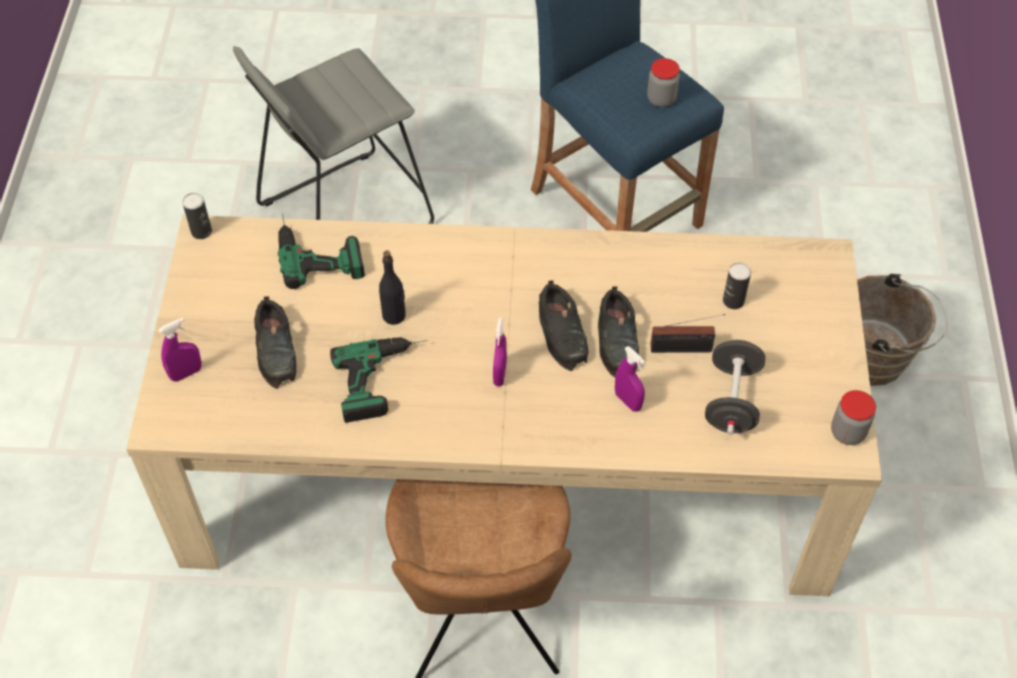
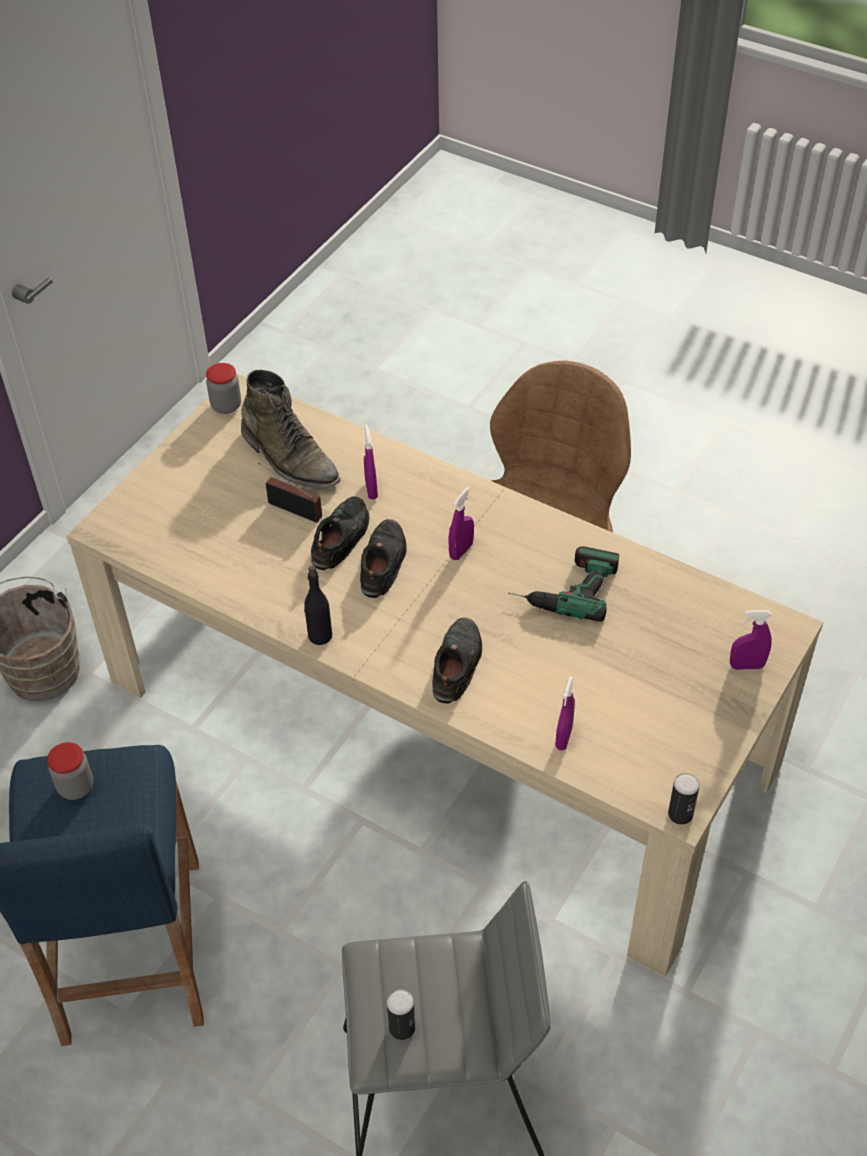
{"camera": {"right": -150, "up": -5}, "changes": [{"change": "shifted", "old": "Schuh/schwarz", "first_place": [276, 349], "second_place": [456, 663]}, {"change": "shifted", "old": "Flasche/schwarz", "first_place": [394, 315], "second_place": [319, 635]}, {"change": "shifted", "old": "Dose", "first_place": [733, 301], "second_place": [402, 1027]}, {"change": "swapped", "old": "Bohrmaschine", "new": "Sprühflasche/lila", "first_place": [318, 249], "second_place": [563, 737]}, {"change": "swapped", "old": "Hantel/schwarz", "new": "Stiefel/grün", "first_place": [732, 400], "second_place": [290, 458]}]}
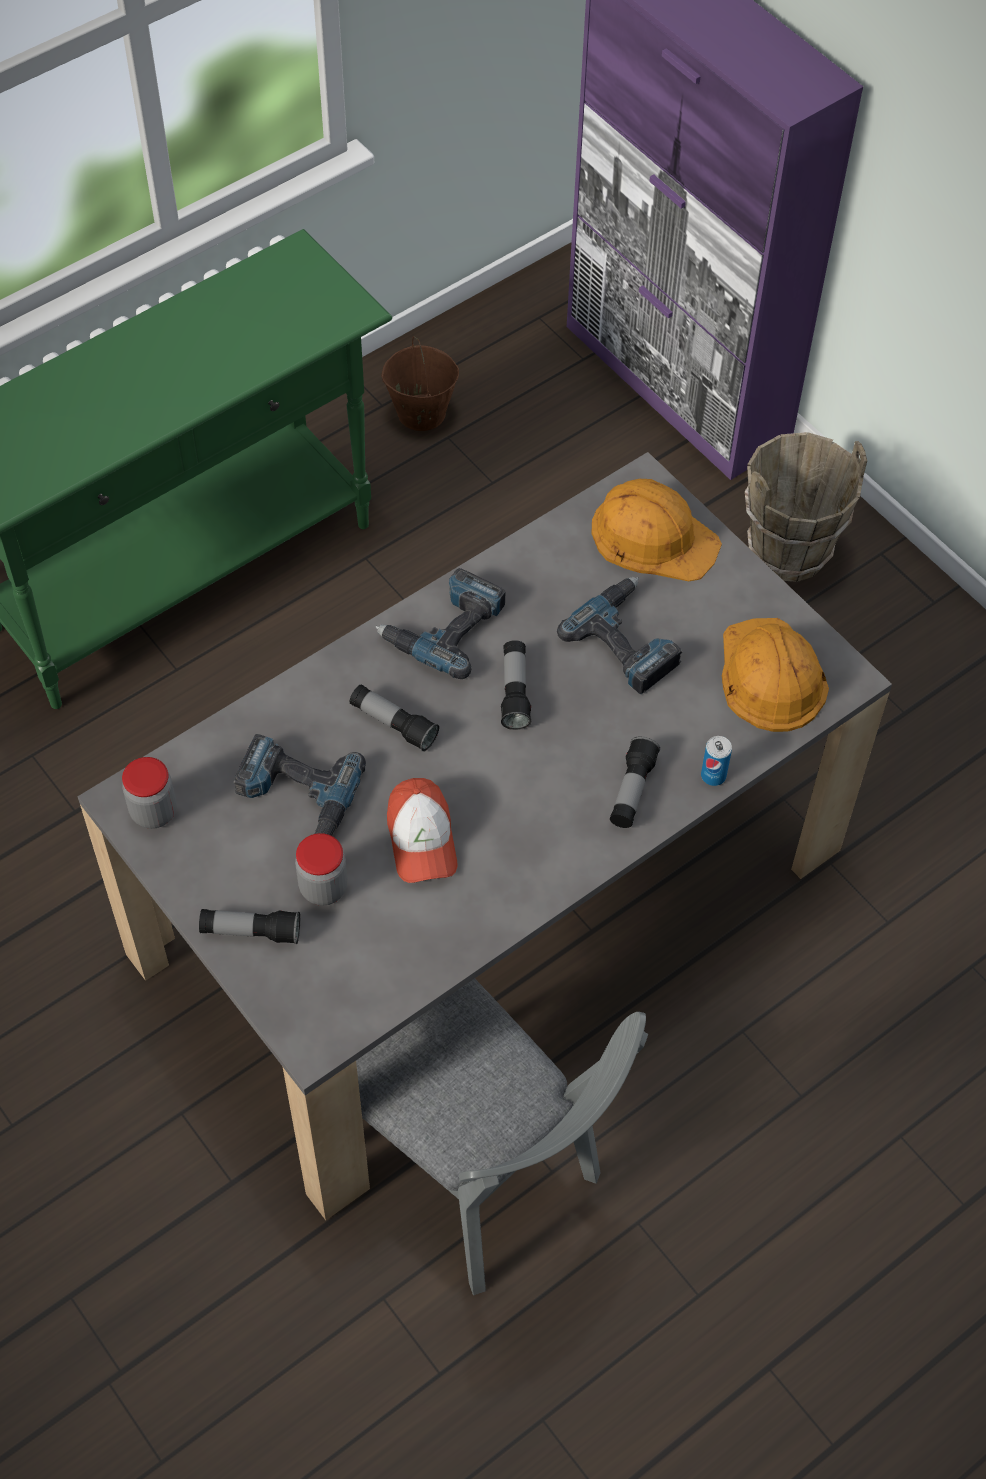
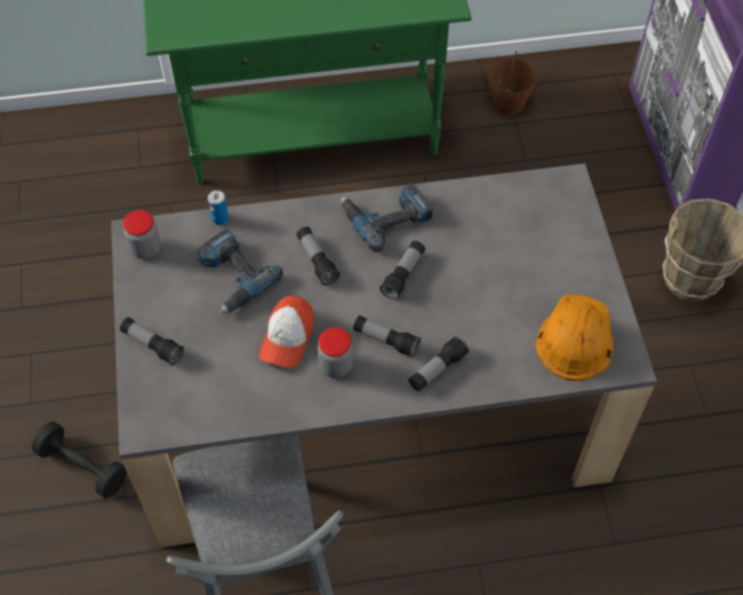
{"camera": {"right": 30, "up": 0}, "changes": [{"change": "gone", "old": "Bohrmaschine", "first_place": [628, 641]}, {"change": "gone", "old": "Schutzhelm/orange", "first_place": [653, 536]}, {"change": "new", "new": "Hantel/schwarz", "second_place": [83, 467]}, {"change": "new", "new": "Taschenlampe", "second_place": [386, 340]}, {"change": "shifted", "old": "Vorratsglas", "first_place": [323, 888], "second_place": [336, 366]}, {"change": "shifted", "old": "Dose", "first_place": [713, 775], "second_place": [220, 219]}]}
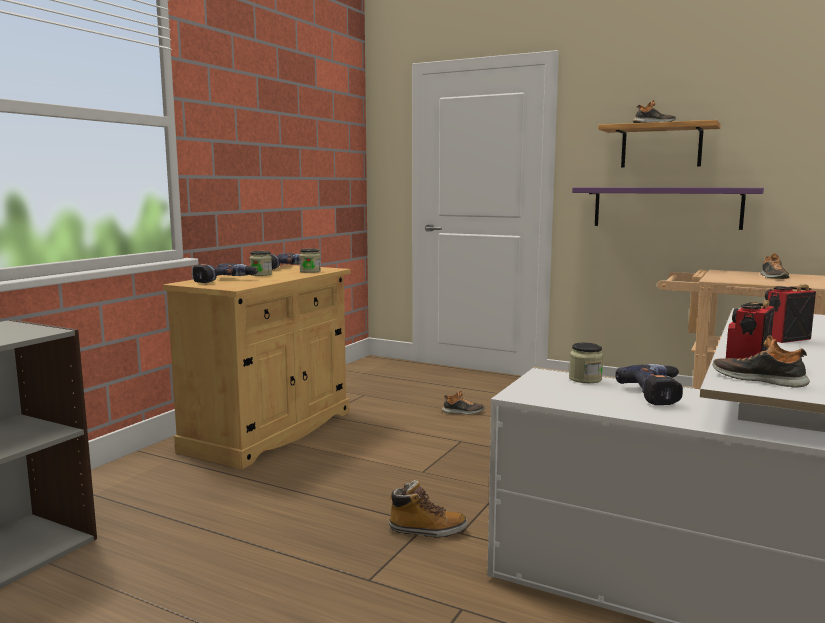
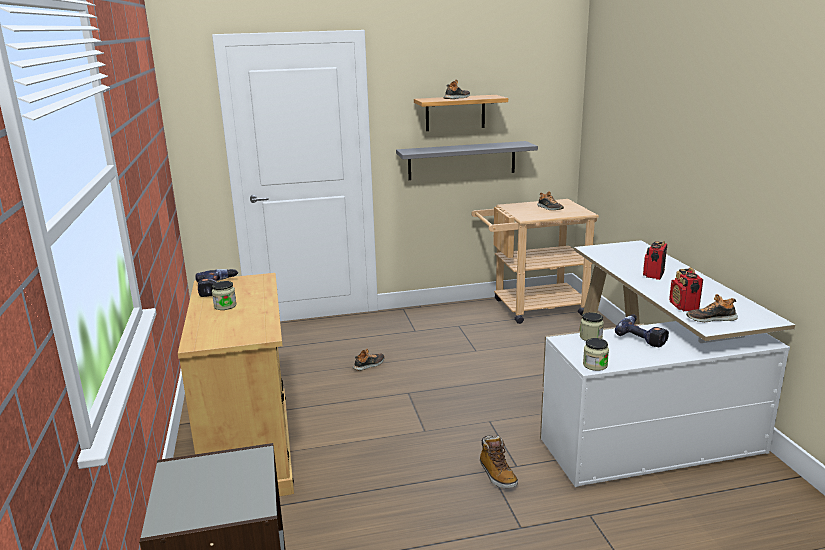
{"camera": {"right": -40, "up": 10}, "changes": [{"change": "gone", "old": "Bohrmaschine", "first_place": [224, 281]}, {"change": "shifted", "old": "Vorratsglas", "first_place": [310, 271], "second_place": [595, 365]}, {"change": "repainted", "old": "Wandregal/lila", "new": "Wandregal/grau", "first_place": [666, 207], "second_place": [462, 160]}, {"change": "rotated", "old": "Stiefel", "first_place": [427, 530], "second_place": [497, 475], "degrees": 105}]}
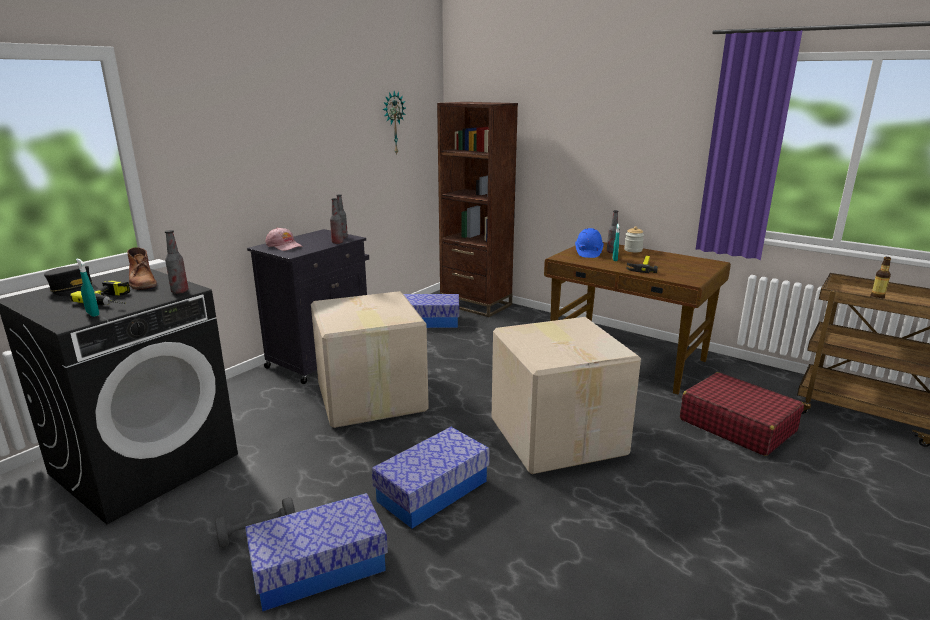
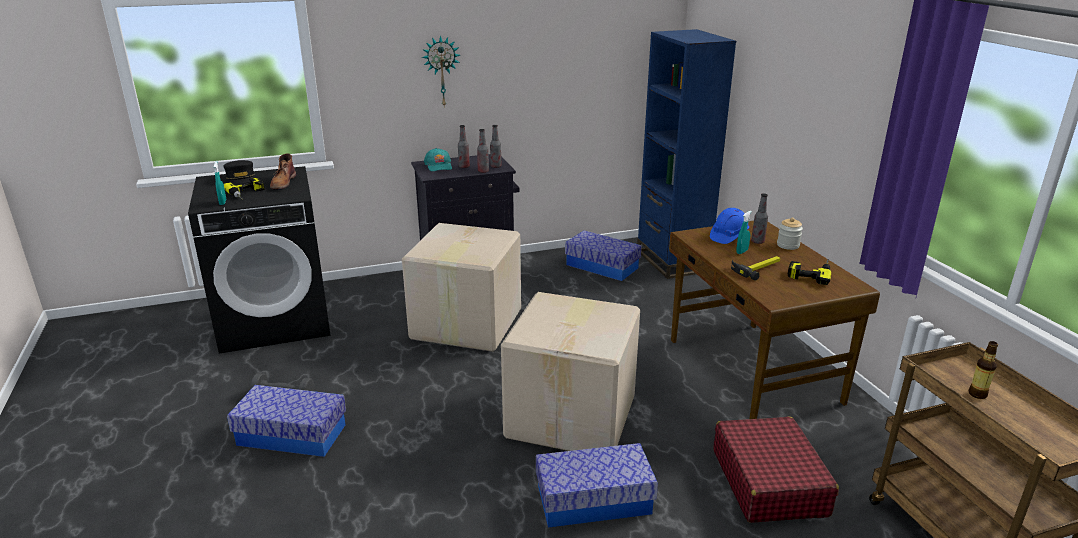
{"camera": {"right": 35, "up": 5}, "changes": [{"change": "new", "new": "Bohrmaschine", "second_place": [810, 272]}, {"change": "shifted", "old": "Flasche", "first_place": [180, 291], "second_place": [464, 167]}, {"change": "shifted", "old": "Aufbewahrungsbox", "first_place": [432, 491], "second_place": [594, 500]}, {"change": "shifted", "old": "Wanduhr", "first_place": [393, 123], "second_place": [441, 71]}, {"change": "repainted", "old": "Kappe/rosa", "new": "Kappe/türkis", "first_place": [284, 246], "second_place": [439, 166]}, {"change": "repainted", "old": "Bücherregal/braun", "new": "Bücherregal/blau", "first_place": [475, 304], "second_place": [672, 261]}]}
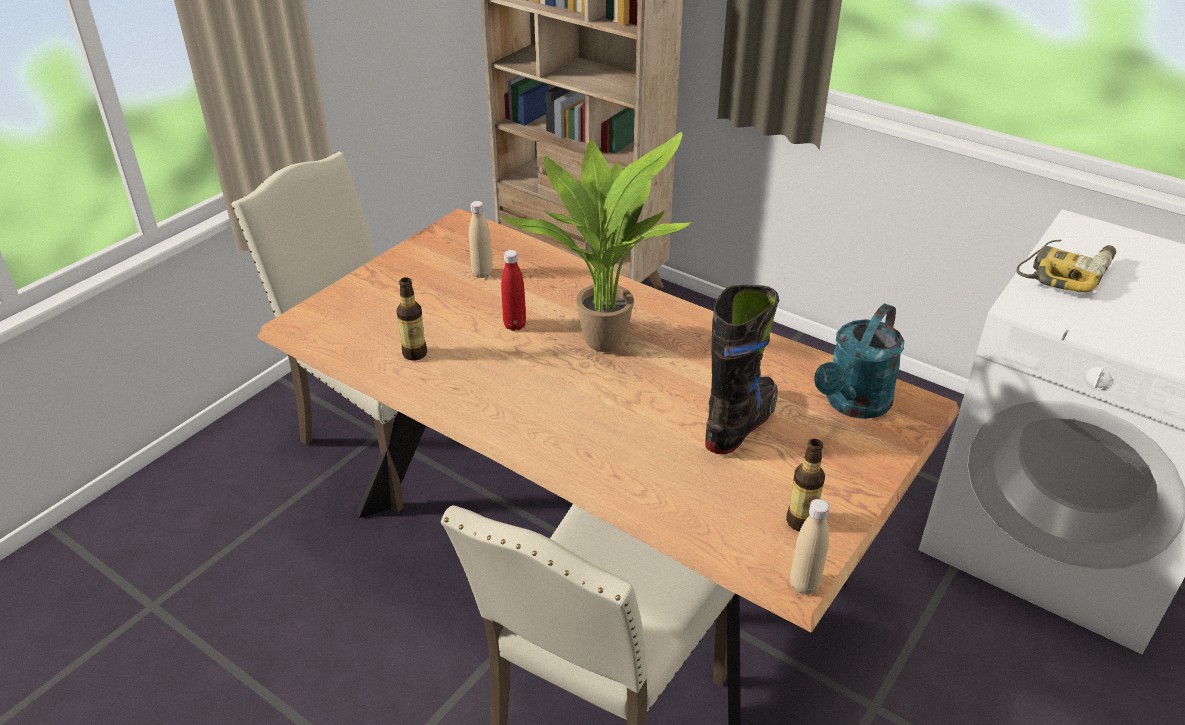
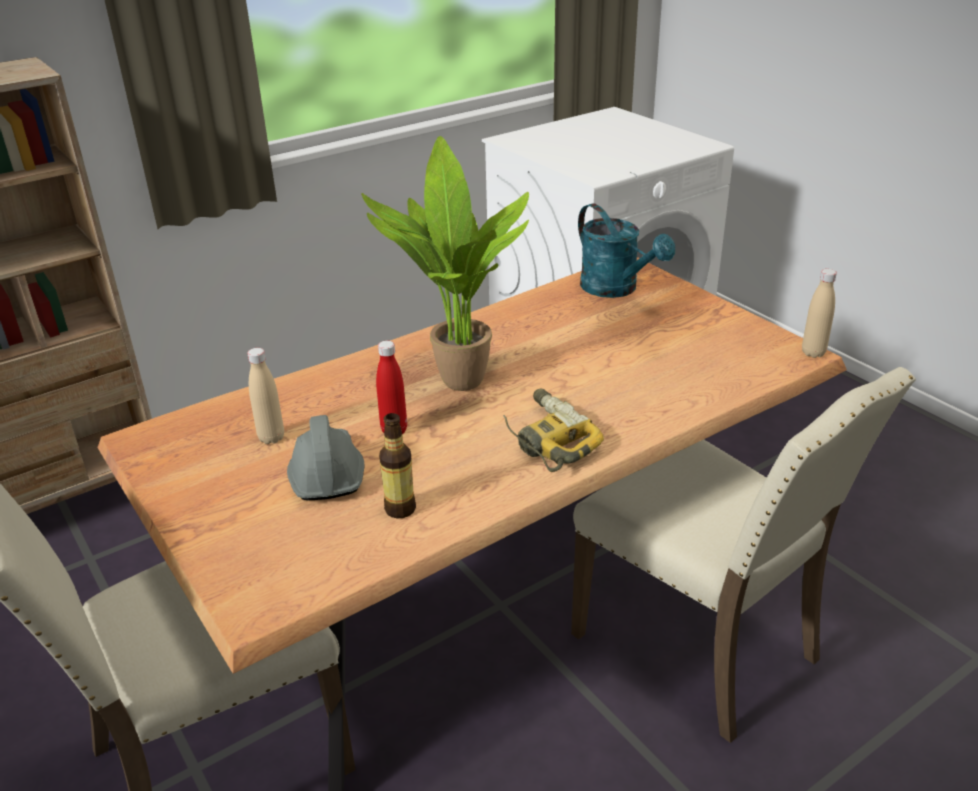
{"camera": {"right": -70, "up": -5}, "changes": [{"change": "gone", "old": "Stiefel/schwarz", "first_place": [740, 424]}, {"change": "gone", "old": "Flasche", "first_place": [801, 521]}, {"change": "new", "new": "Schutzhelm/grau", "second_place": [326, 472]}, {"change": "shifted", "old": "Bohrmaschine", "first_place": [1065, 272], "second_place": [546, 440]}]}
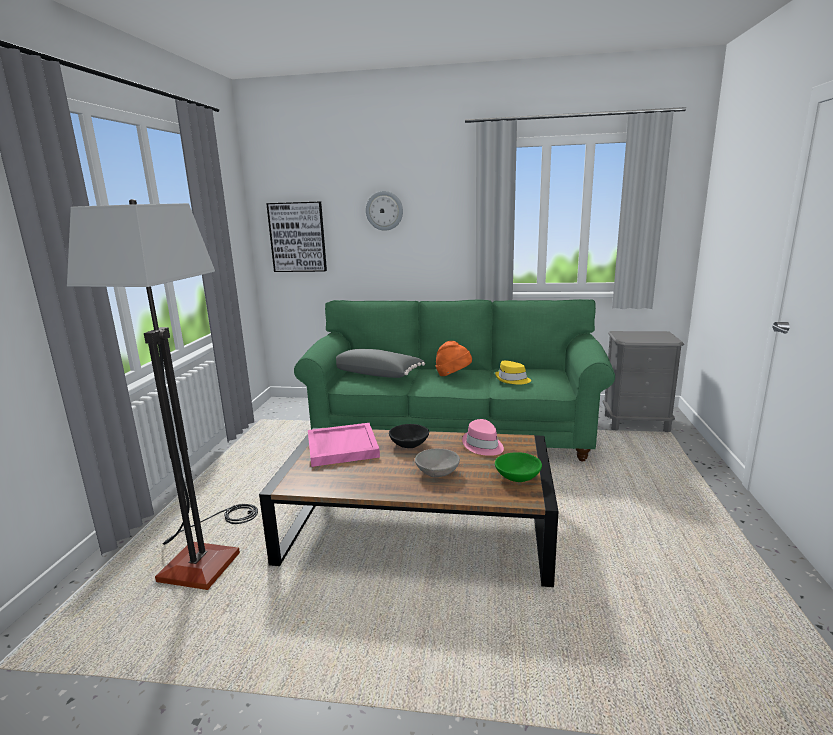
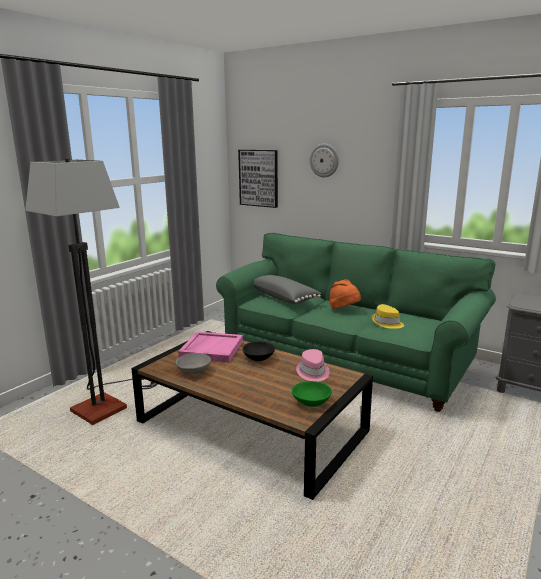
{"camera": {"right": 25, "up": 0}, "changes": [{"change": "shifted", "old": "Schüssel/grau", "first_place": [437, 473], "second_place": [193, 371]}]}
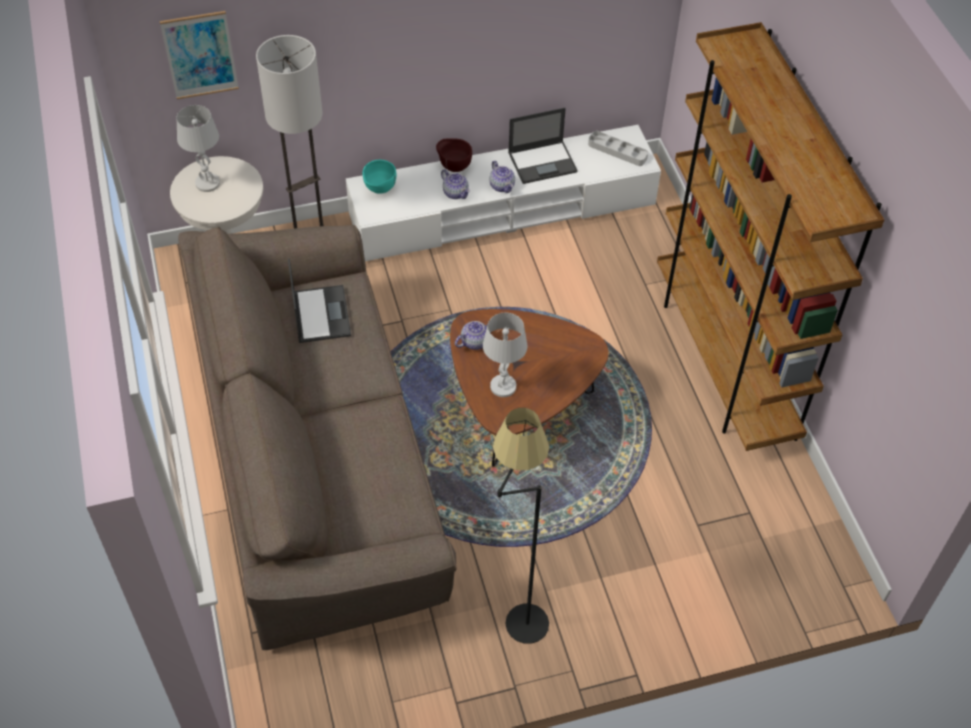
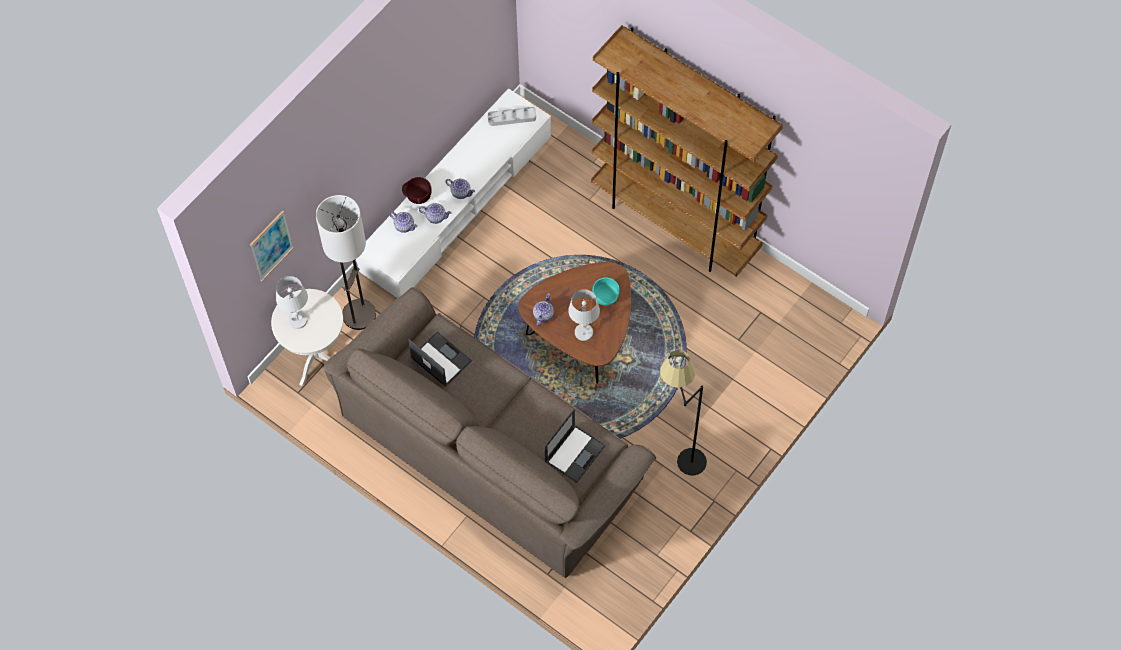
{"camera": {"right": -35, "up": 10}, "changes": [{"change": "new", "new": "Teekanne", "second_place": [404, 226]}, {"change": "shifted", "old": "Schüssel/türkis", "first_place": [379, 190], "second_place": [606, 300]}, {"change": "shifted", "old": "Laptop", "first_place": [543, 162], "second_place": [575, 453]}]}
